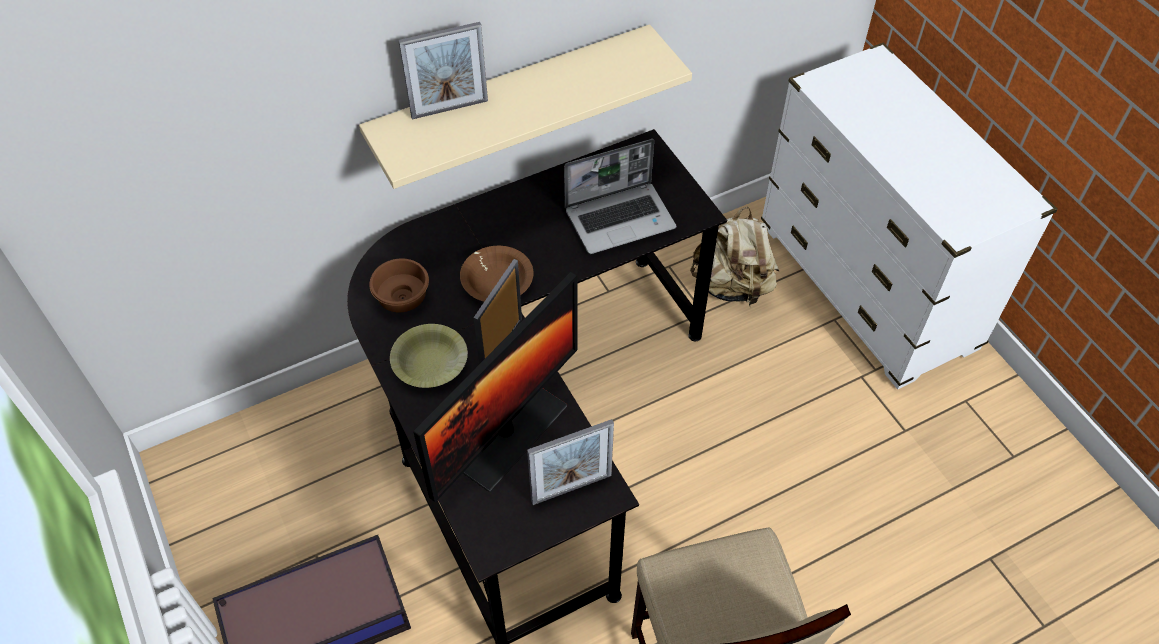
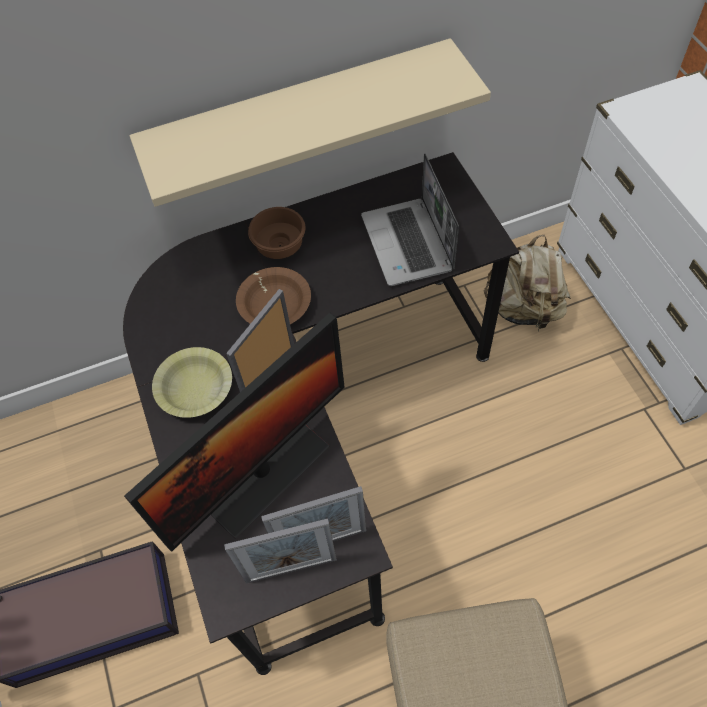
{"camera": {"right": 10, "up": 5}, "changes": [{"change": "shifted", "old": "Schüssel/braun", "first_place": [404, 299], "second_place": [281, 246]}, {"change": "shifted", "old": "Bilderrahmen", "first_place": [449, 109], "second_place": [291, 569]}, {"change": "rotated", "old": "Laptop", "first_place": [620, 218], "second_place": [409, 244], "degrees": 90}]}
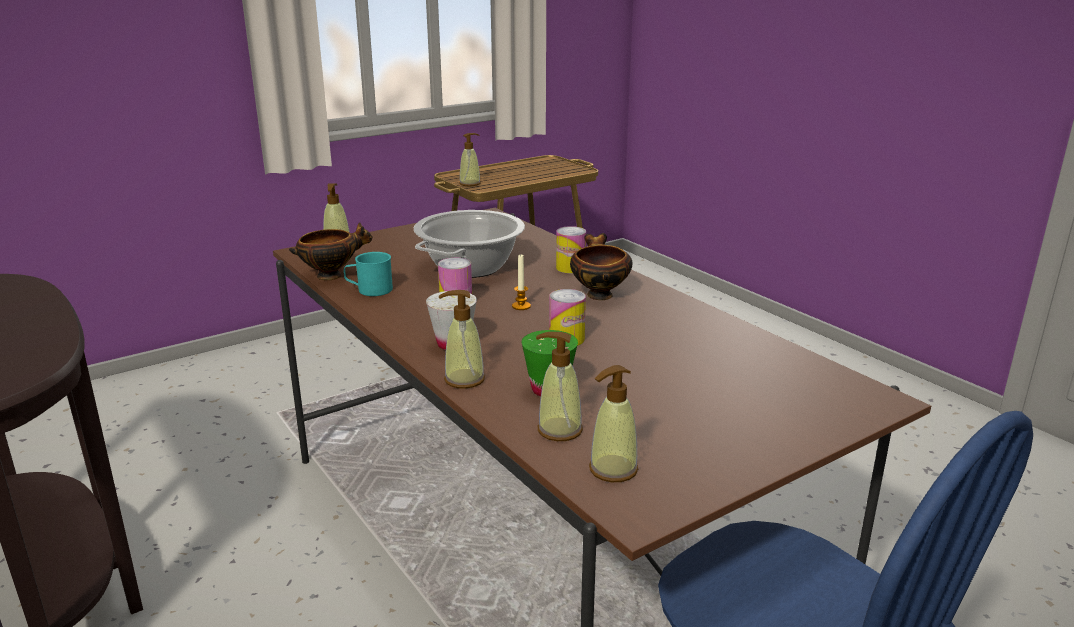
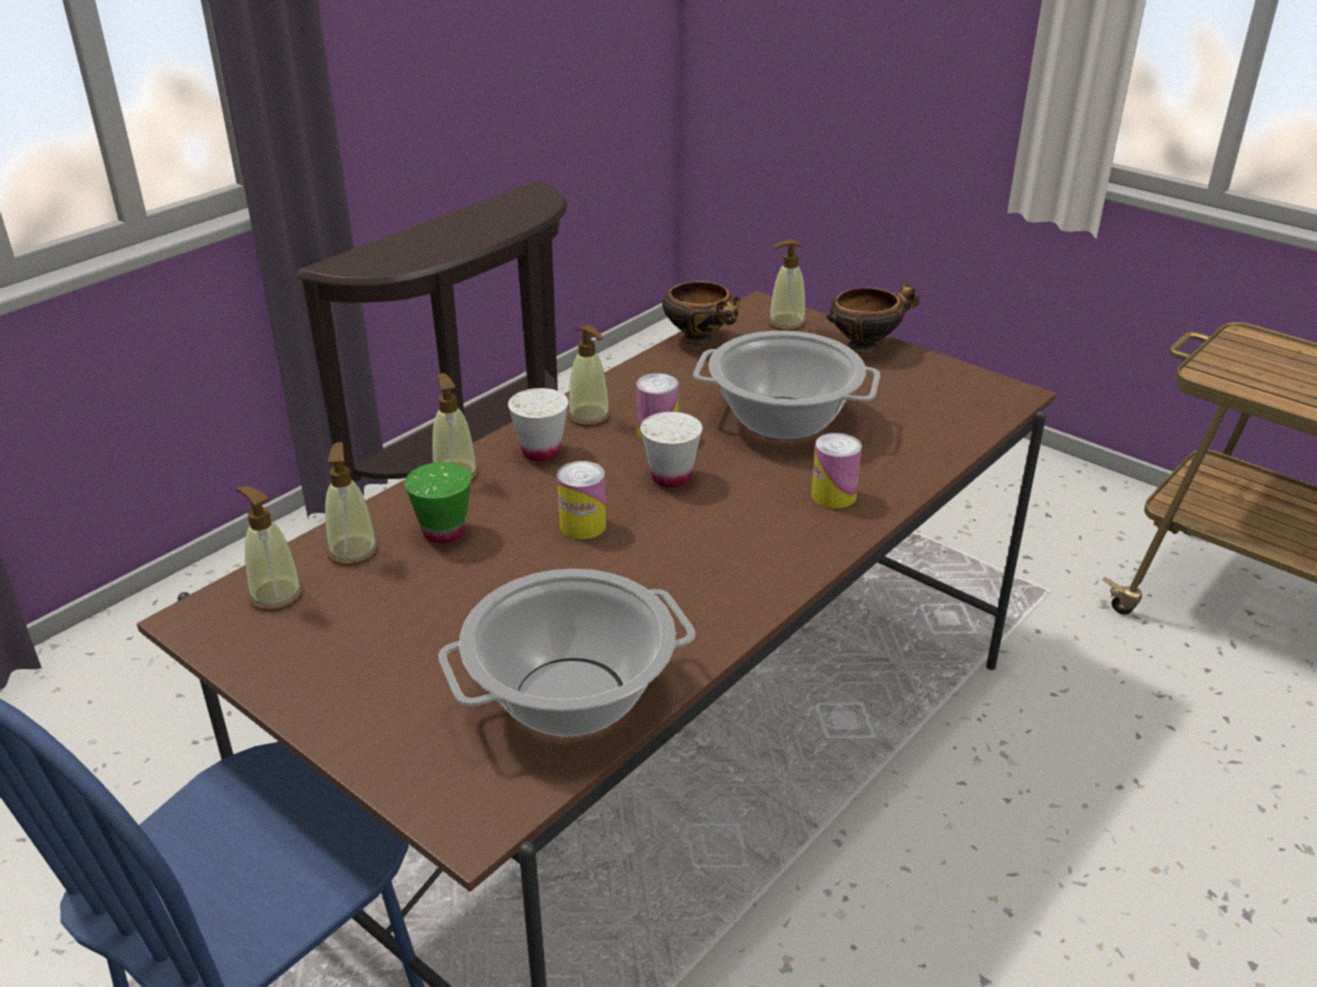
{"camera": {"right": 75, "up": 10}, "changes": [{"change": "gone", "old": "Henkelbecher/türkis", "first_place": [369, 290]}, {"change": "new", "new": "Kochtopf", "second_place": [571, 696]}, {"change": "shifted", "old": "Seifenspender", "first_place": [470, 183], "second_place": [589, 417]}, {"change": "shifted", "old": "Schüssel", "first_place": [598, 294], "second_place": [866, 346]}, {"change": "swapped", "old": "Kerze", "new": "Tasse/weiß", "first_place": [521, 306], "second_place": [670, 477]}]}
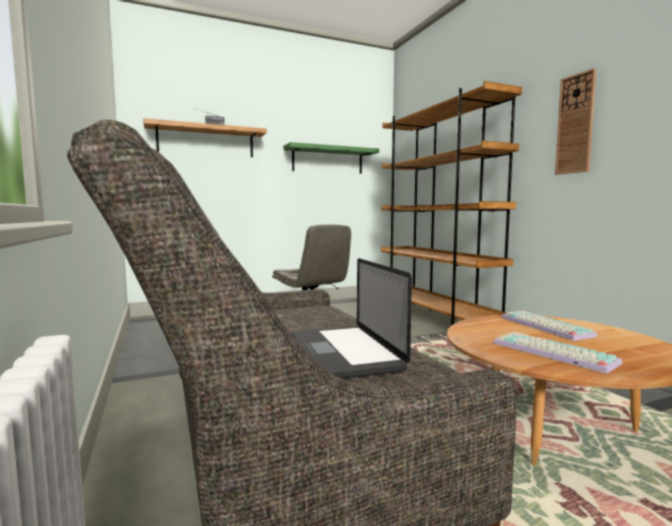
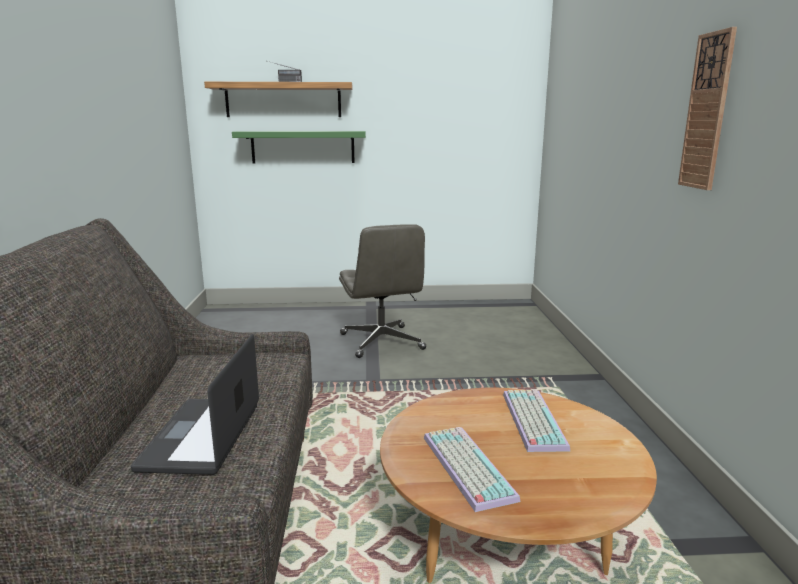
{"camera": {"right": 20, "up": 10}, "changes": [{"change": "gone", "old": "Bücherregal/braun", "first_place": [435, 319]}, {"change": "shifted", "old": "Wandregal/grün", "first_place": [328, 160], "second_place": [303, 147]}]}
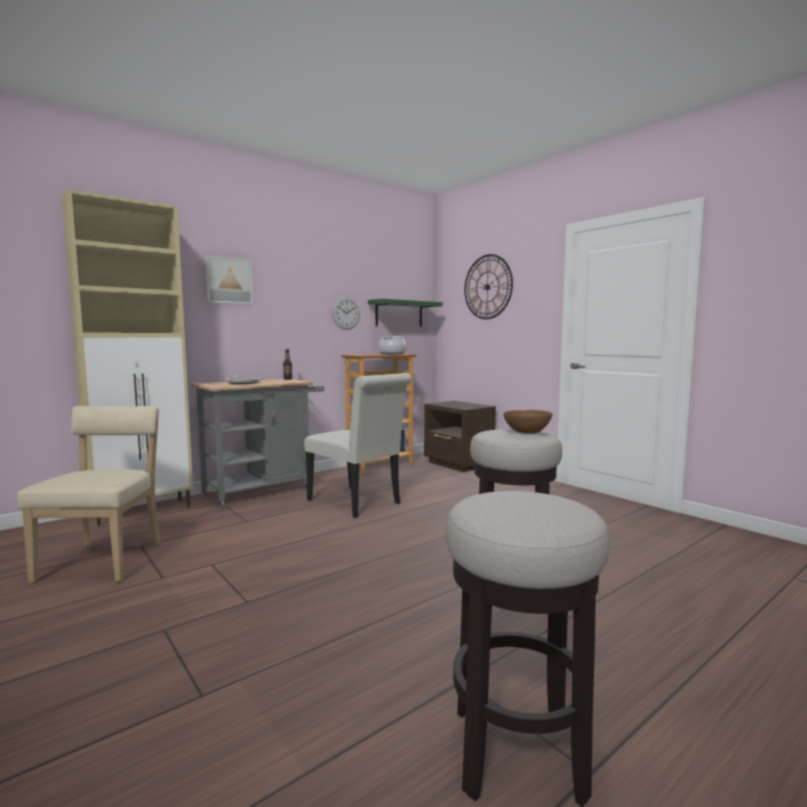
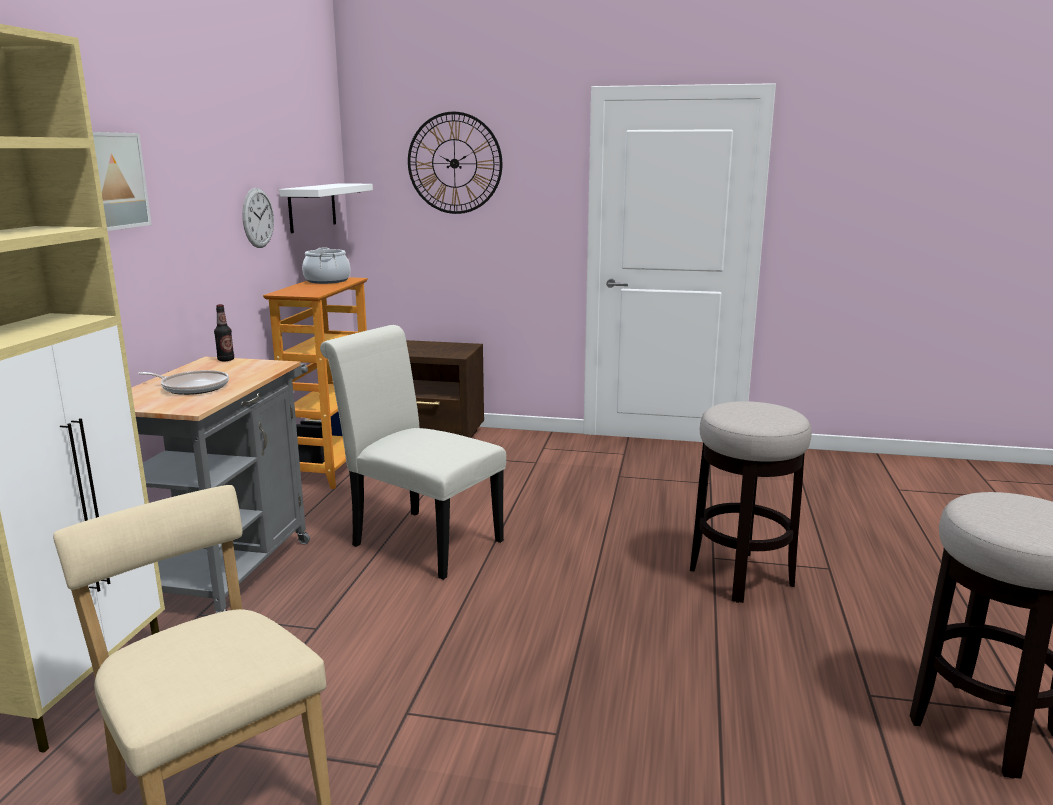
{"camera": {"right": -40, "up": 10}, "changes": [{"change": "gone", "old": "Schüssel/braun", "first_place": [527, 432]}, {"change": "repainted", "old": "Wandregal/grün", "new": "Wandregal/weiß", "first_place": [399, 314], "second_place": [312, 207]}, {"change": "rotated", "old": "Stuhl/weiß", "first_place": [357, 503], "second_place": [419, 540], "degrees": -150}]}
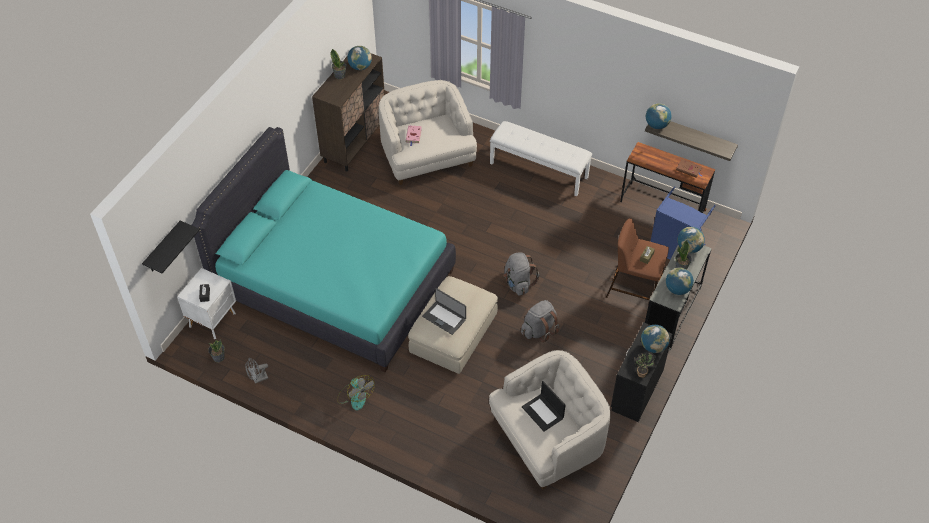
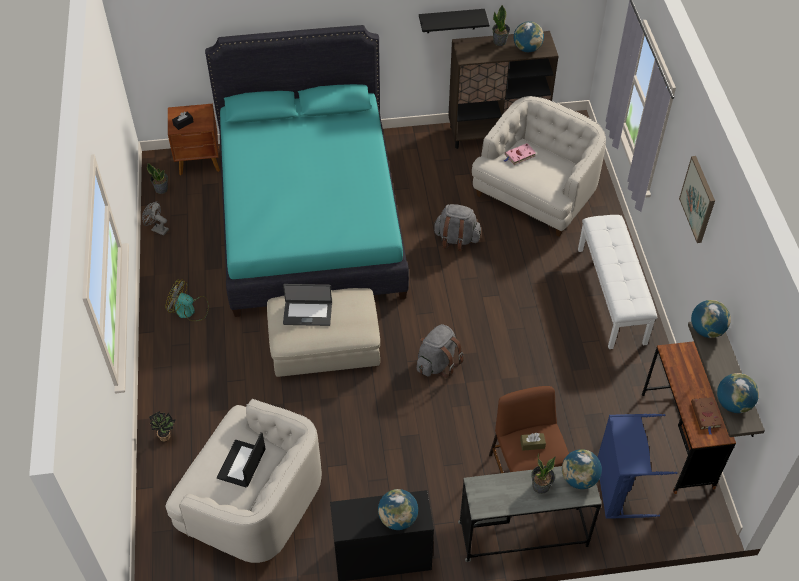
{"camera": {"right": 55, "up": 0}, "changes": [{"change": "new", "new": "Bild", "second_place": [698, 199]}, {"change": "shifted", "old": "Wandregal/schwarz", "first_place": [163, 248], "second_place": [451, 21]}, {"change": "shifted", "old": "Rucksack/grau", "first_place": [539, 330], "second_place": [456, 239]}, {"change": "shifted", "old": "Topfpflanze", "first_place": [642, 372], "second_place": [166, 436]}, {"change": "shifted", "old": "Globus", "first_place": [677, 289], "second_place": [733, 404]}, {"change": "repainted", "old": "Nachttisch/weiß", "new": "Nachttisch/braun", "first_place": [213, 320], "second_place": [200, 161]}, {"change": "rotated", "old": "Ventilator", "first_place": [355, 396], "second_place": [189, 310], "degrees": 90}, {"change": "rotated", "old": "Laptop", "first_place": [444, 317], "second_place": [307, 313], "degrees": -90}]}
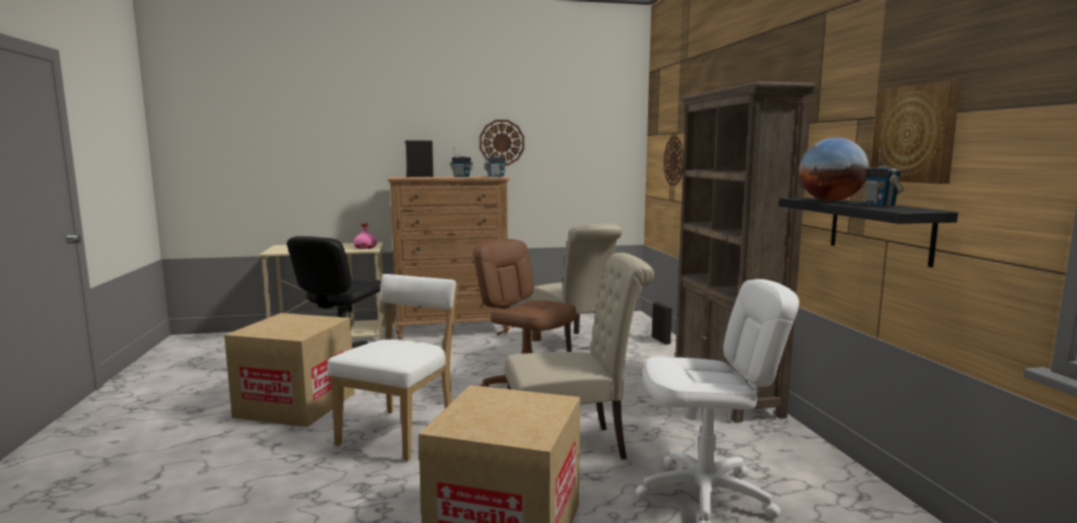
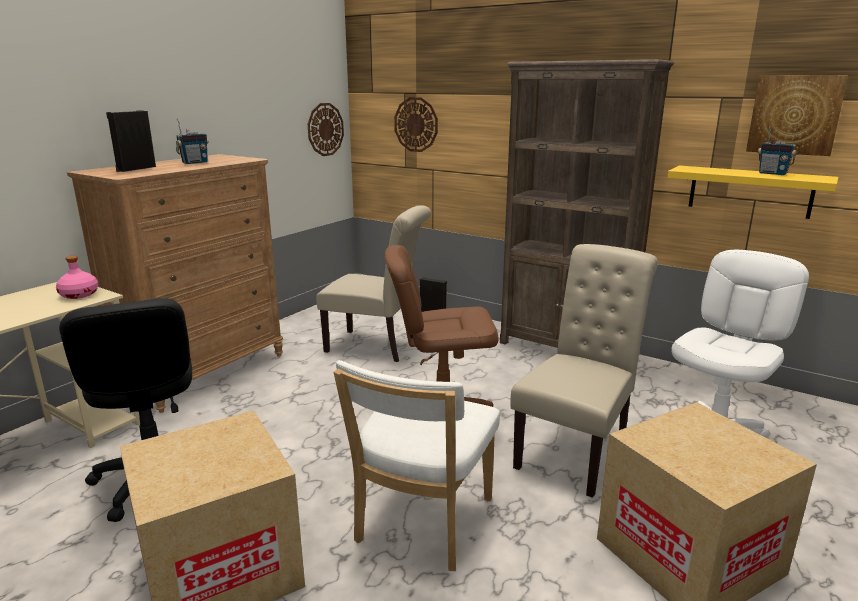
{"camera": {"right": -45, "up": 10}, "changes": [{"change": "gone", "old": "Radio", "first_place": [495, 176]}, {"change": "gone", "old": "Globus", "first_place": [830, 201]}, {"change": "shifted", "old": "Wanduhr", "first_place": [501, 142], "second_place": [325, 129]}, {"change": "repainted", "old": "Wandregal/schwarz", "new": "Wandregal/gelb", "first_place": [879, 229], "second_place": [750, 191]}, {"change": "rotated", "old": "Stuhl/weiß", "first_place": [401, 432], "second_place": [421, 524], "degrees": -135}]}
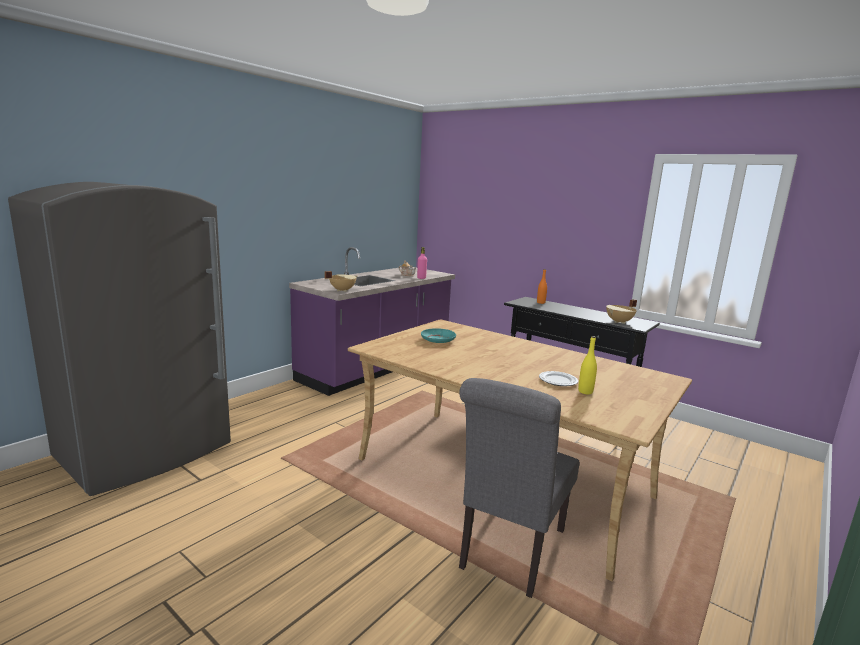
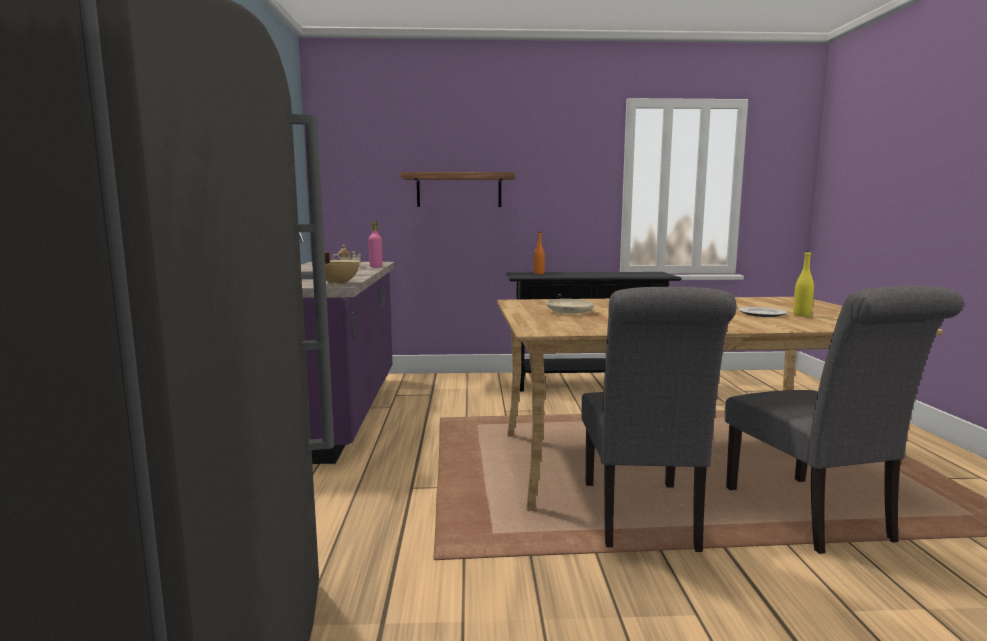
{"camera": {"right": -40, "up": -5}, "changes": [{"change": "gone", "old": "Kochtopf/beige", "first_place": [619, 322]}, {"change": "new", "new": "Wandregal", "second_place": [459, 190]}, {"change": "new", "new": "Stuhl/grau", "second_place": [641, 519]}, {"change": "repainted", "old": "Teller/türkis", "new": "Teller/beige", "first_place": [438, 340], "second_place": [570, 312]}]}
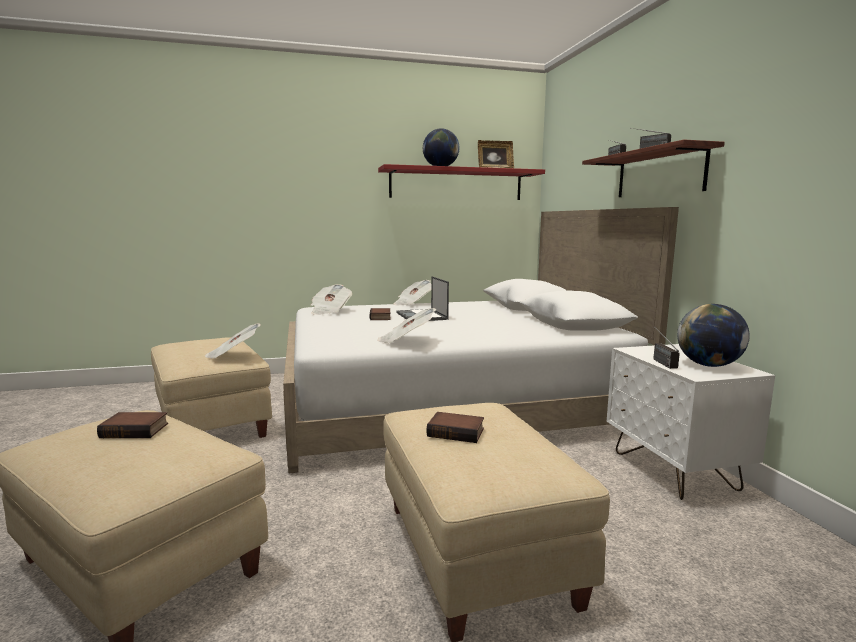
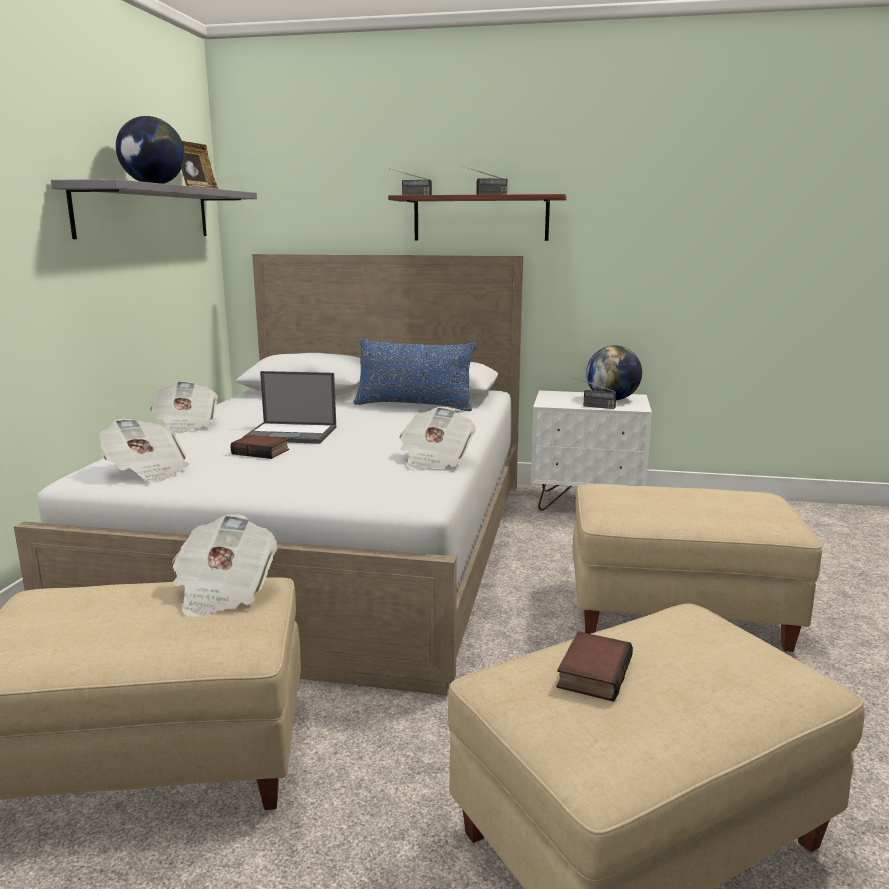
{"camera": {"right": -65, "up": 5}, "changes": [{"change": "gone", "old": "Buch", "first_place": [457, 432]}, {"change": "new", "new": "Kissen/blau", "second_place": [414, 406]}, {"change": "repainted", "old": "Wandregal/rot", "new": "Wandregal/grau", "first_place": [456, 184], "second_place": [145, 212]}]}
